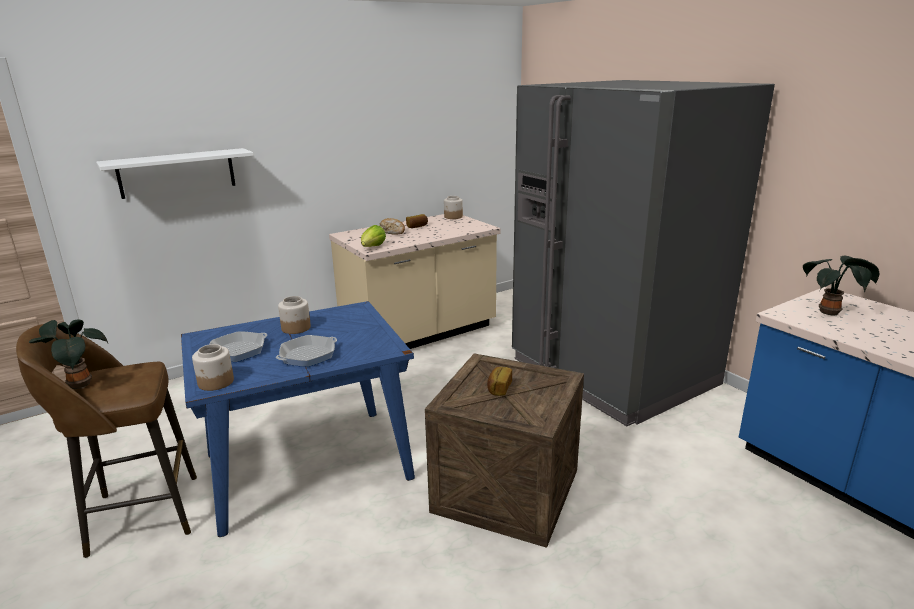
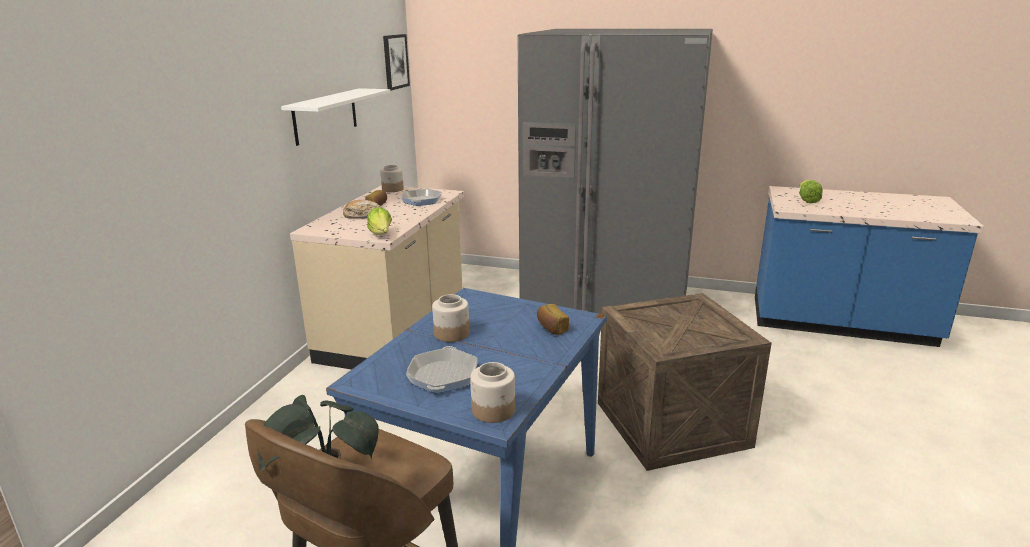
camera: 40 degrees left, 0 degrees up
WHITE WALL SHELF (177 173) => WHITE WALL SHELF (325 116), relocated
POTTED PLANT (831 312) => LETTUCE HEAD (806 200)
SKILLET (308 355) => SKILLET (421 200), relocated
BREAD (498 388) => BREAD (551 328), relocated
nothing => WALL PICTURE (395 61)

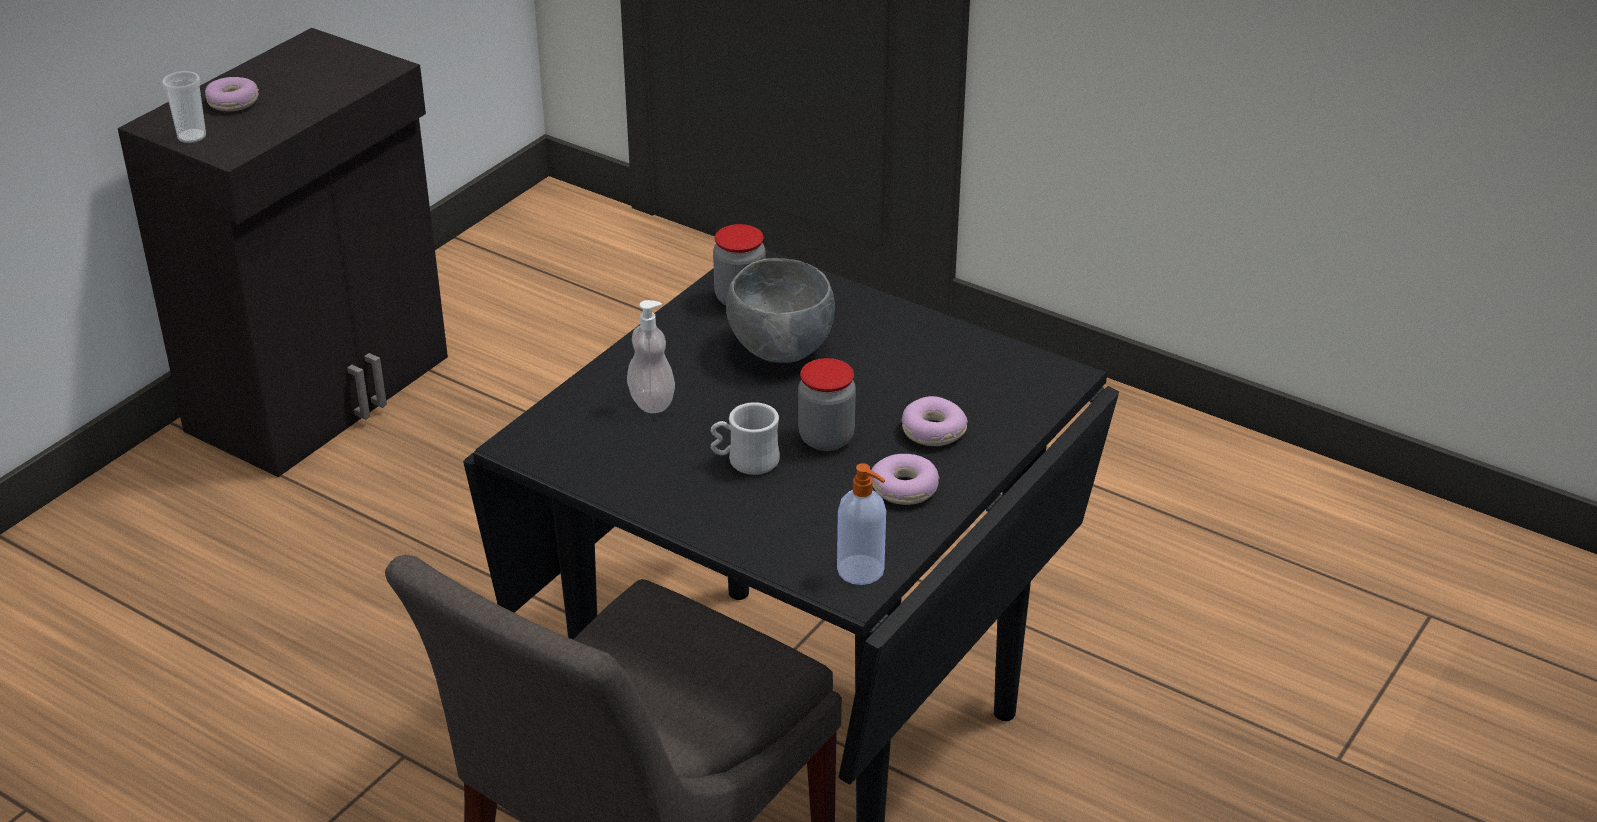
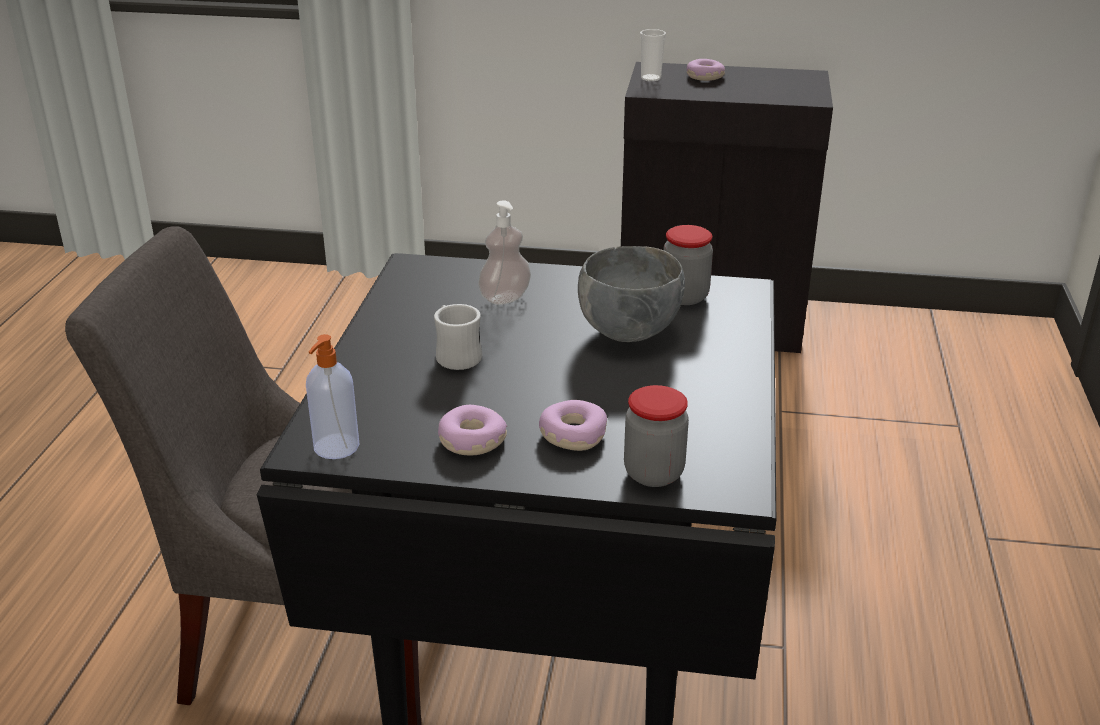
camera: 65 degrees right, 5 degrees down
JAR (826 438) => JAR (653 473), relocated

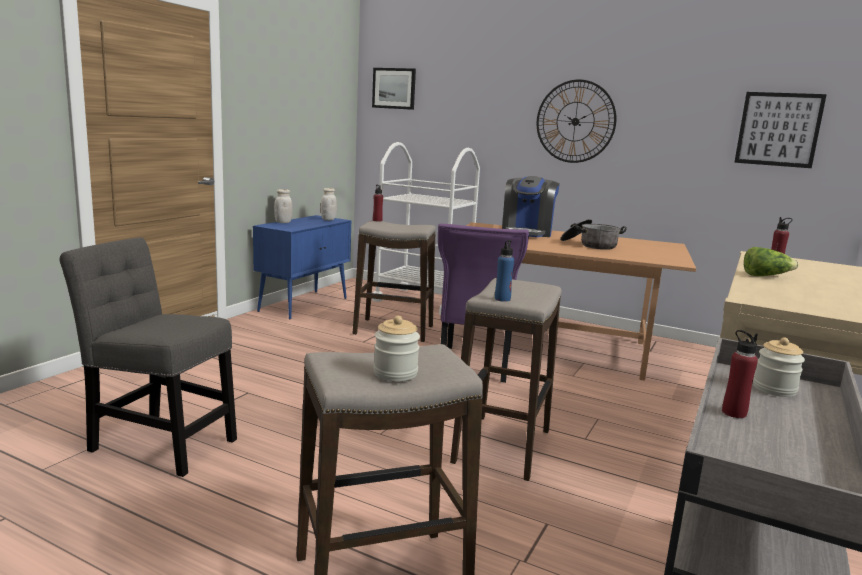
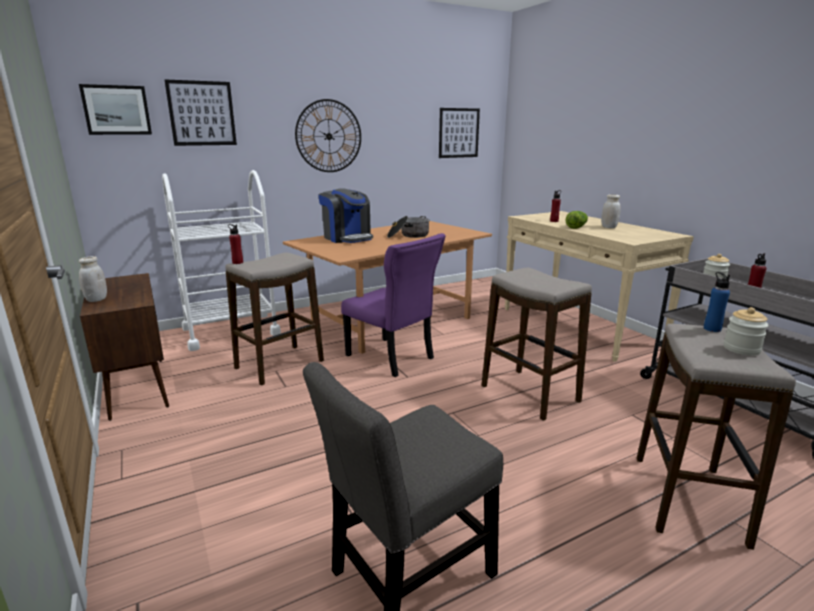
camera: 55 degrees left, 5 degrees up
WHITE JAR (328 219) => WHITE JAR (608 227), relocated
BLUE STORAGE CABINET (304 304) => BROWN-COLOURED STORAGE CABINET (138 387)
BLUE BEVERAGE BOTTLE (502 299) => BLUE BEVERAGE BOTTLE (712 329), relocated
nothing => WALL PICTURE (202 113)

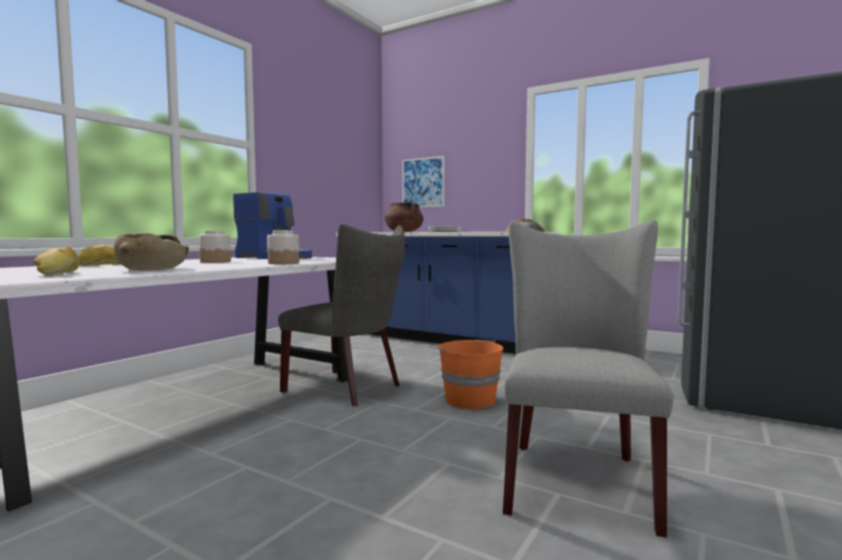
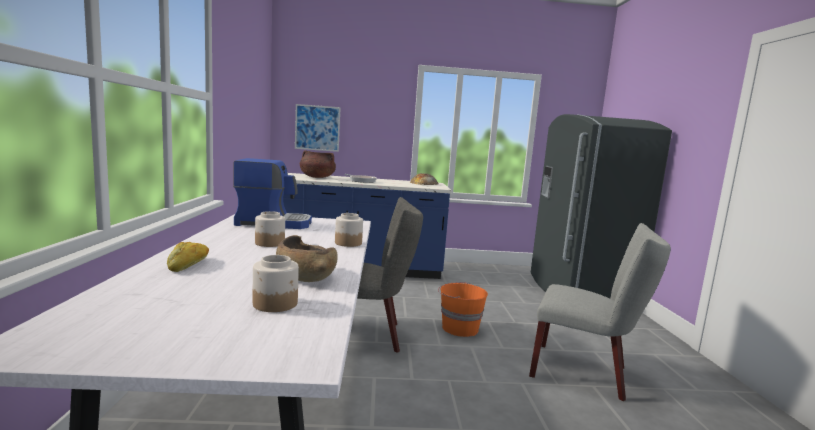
camera: 35 degrees left, 5 degrees up
GREYISH CHAIR (575 477) => GREYISH CHAIR (585 372), 135 degrees clockwise
BREAD (58 274) => JAR (276 304)

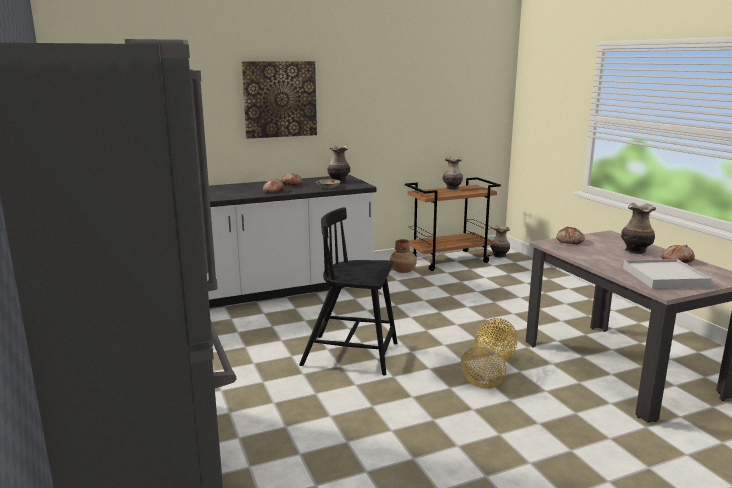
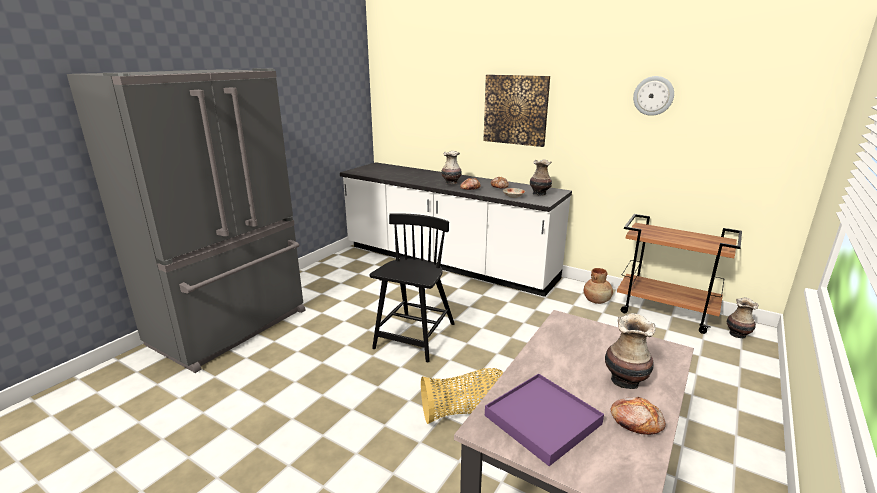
camera: 55 degrees right, 5 degrees up
FLOWER VASE (452 188) => FLOWER VASE (451 182), relocated
BLACK-COLOURED CHAIR (352 354) => BLACK-COLOURED CHAIR (414 337), 45 degrees clockwise
BREAD (570 241) => nothing
WHITE CARRYING TRAY (664 277) => PURPLE-COLOURED CARRYING TRAY (542 419)
nothing => HANGING CLOCK (653 96)

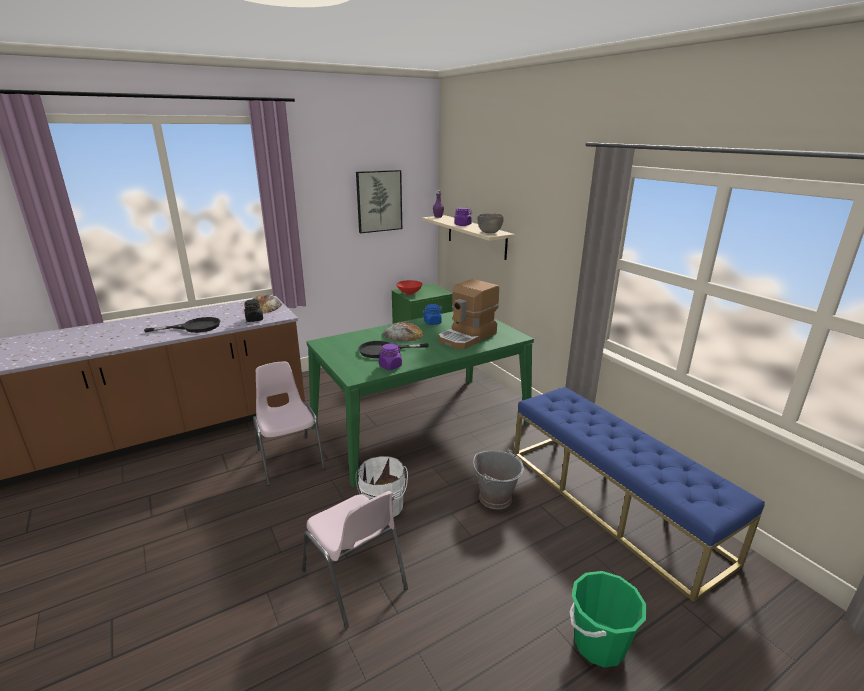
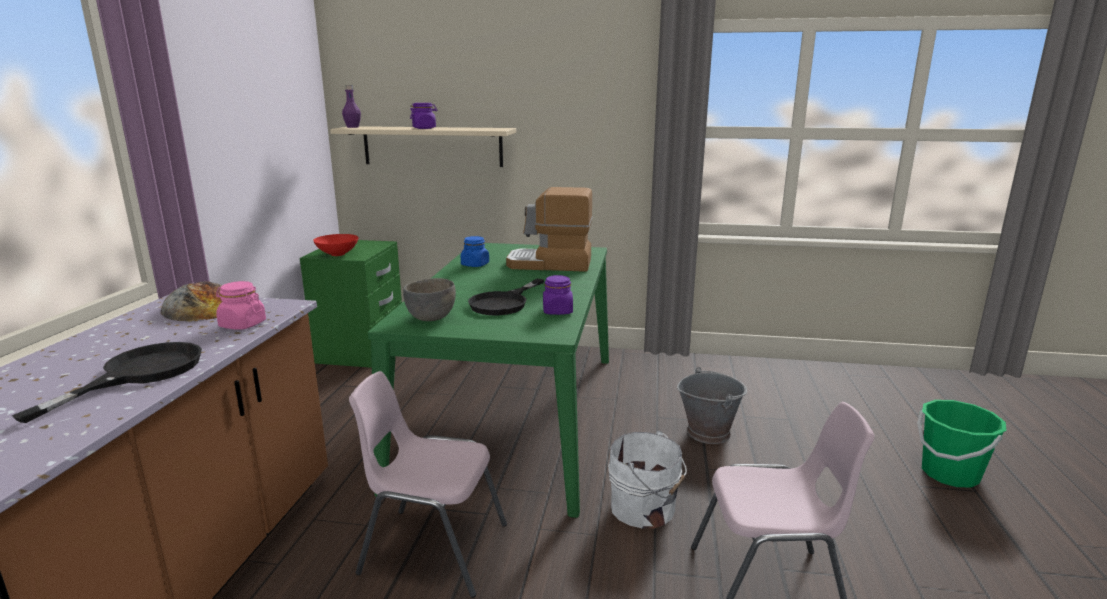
camera: 50 degrees left, 5 degrees down
WALL PICTURE (379 201) => nothing
GREYISH DEEP DISH (489 232) => GREYISH DEEP DISH (431 318), relocated
COFFEE BREWER (467 337) => COFFEE BREWER (550 264), 105 degrees clockwise
BLACK-COLOURED JAR (254 319) => PINKISH JAR (242 325)
BREAD (403 334) => nothing
BLUE LONG SEAT (612 503) => nothing

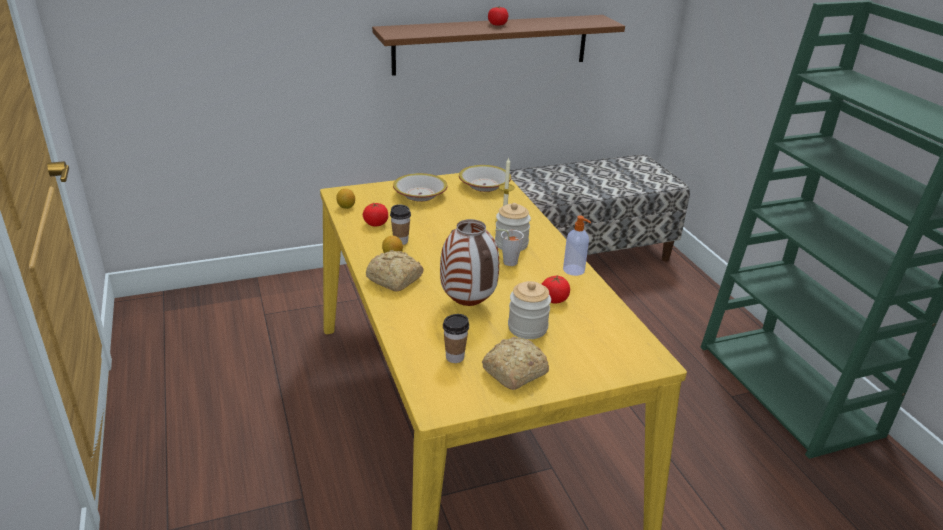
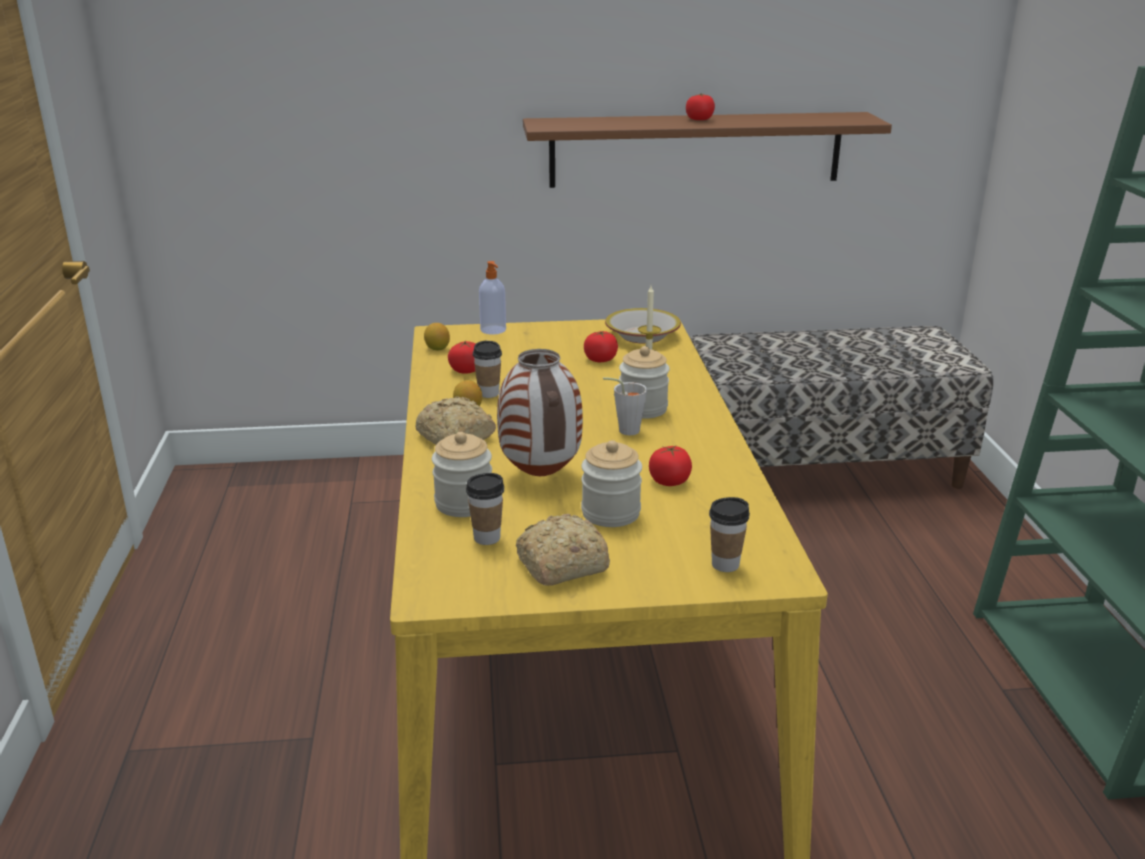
camera: 15 degrees right, 5 degrees down
DEEP DISH (420 194) => nothing
SOAP DISPENSER (574 270) => SOAP DISPENSER (493 330), relocated
nothing => TOMATO (600 359)
nothing => JAR (464 503)
nothing => DRINKING CUP (725 564)

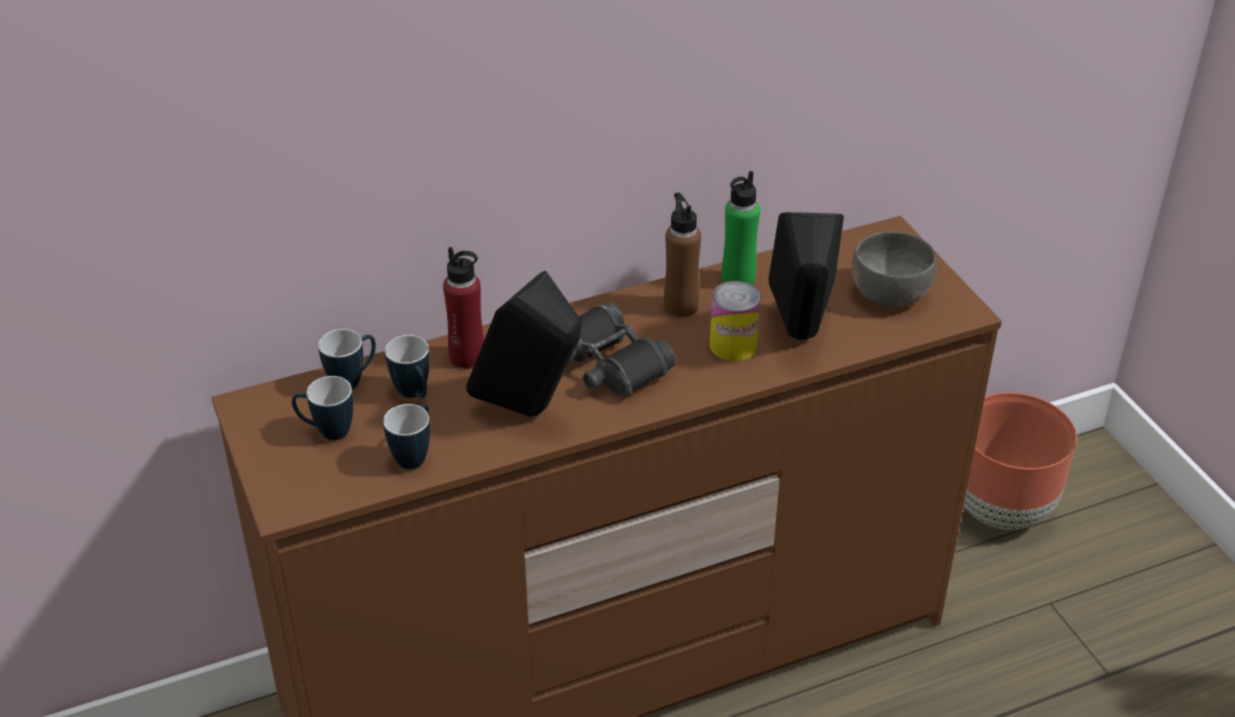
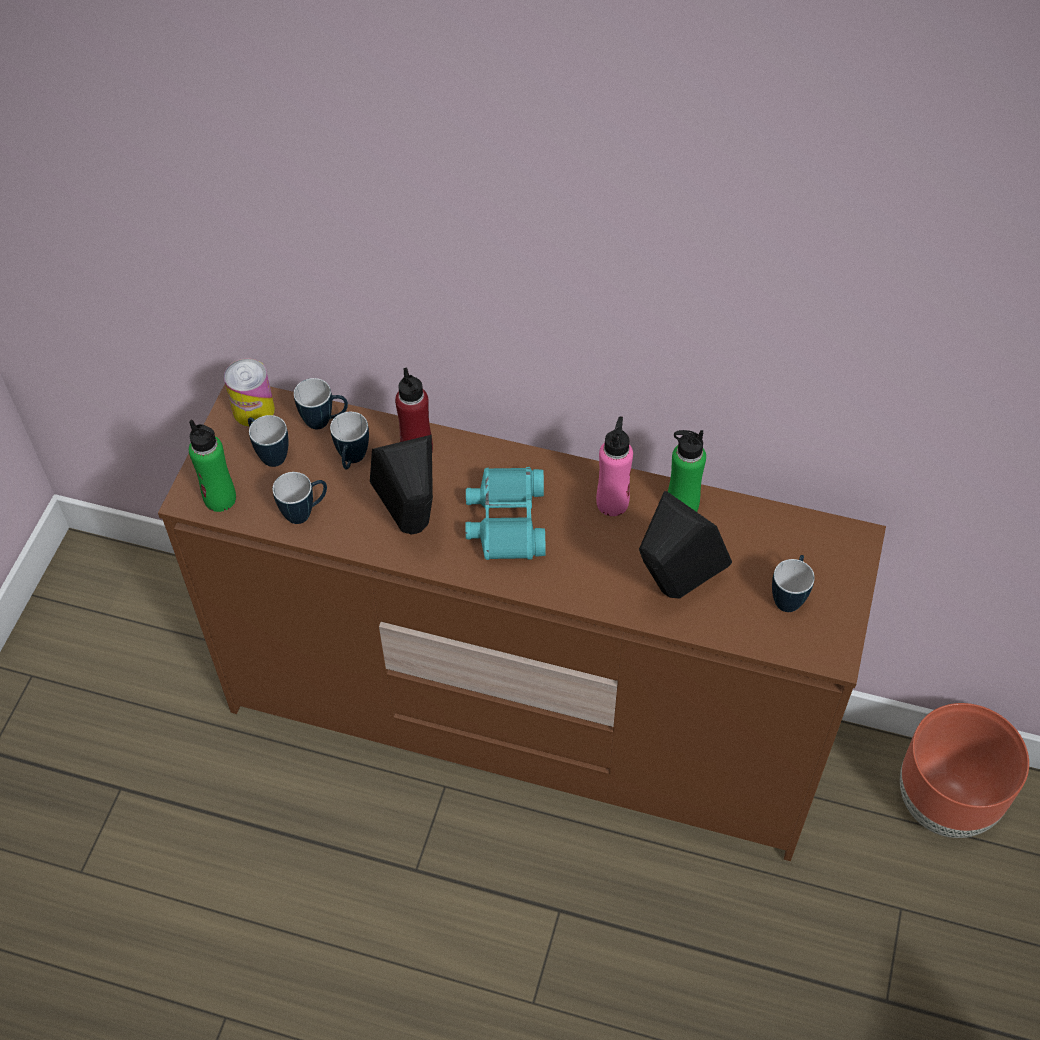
camera: 40 degrees right, 15 degrees up
BROWN-COLOURED BEVERAGE BOTTLE (681 306) => PINKISH BEVERAGE BOTTLE (612 503)
GREYISH DEEP DISH (889 293) => TEA MUG (789 596)
METAL CAN (733 345) => METAL CAN (253 410), relocated
BLACK-COLOURED FIELD GLASSES (608 364) => BLUE-GREEN FIELD GLASSES (506 521)
nothing => GREEN BEVERAGE BOTTLE (220 498)

